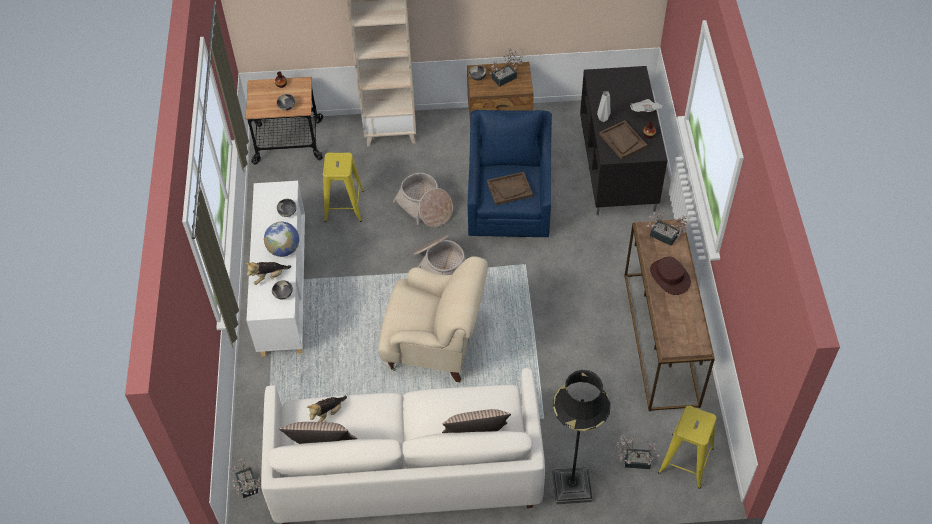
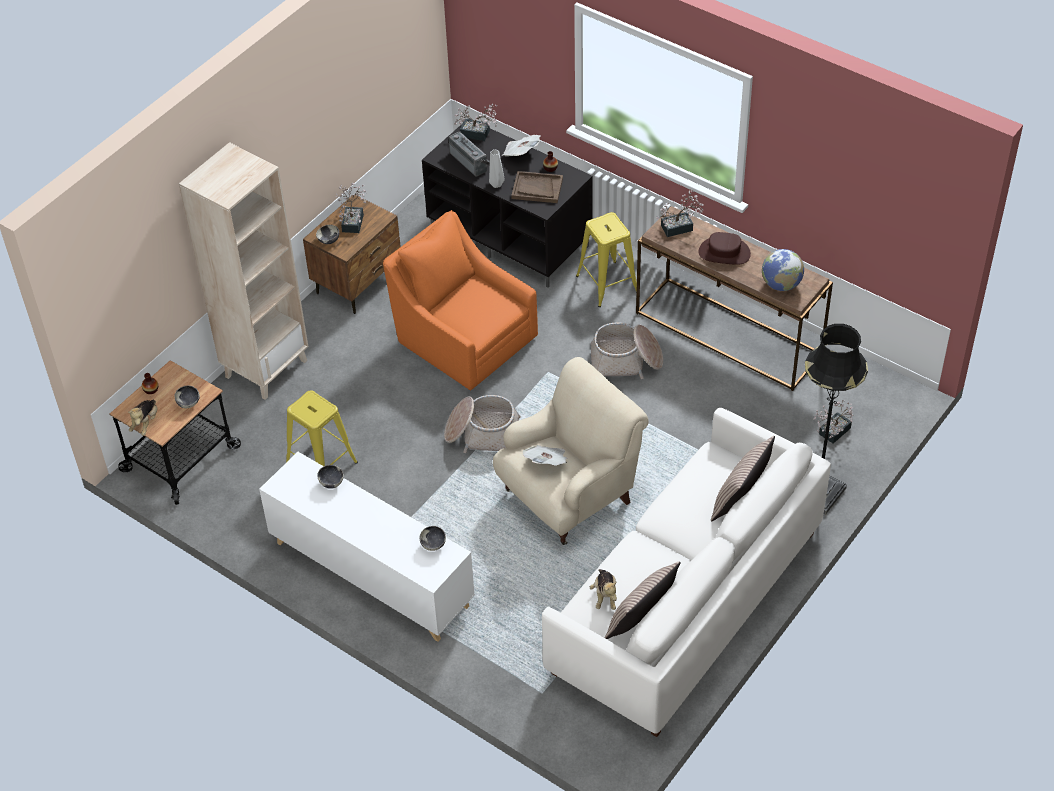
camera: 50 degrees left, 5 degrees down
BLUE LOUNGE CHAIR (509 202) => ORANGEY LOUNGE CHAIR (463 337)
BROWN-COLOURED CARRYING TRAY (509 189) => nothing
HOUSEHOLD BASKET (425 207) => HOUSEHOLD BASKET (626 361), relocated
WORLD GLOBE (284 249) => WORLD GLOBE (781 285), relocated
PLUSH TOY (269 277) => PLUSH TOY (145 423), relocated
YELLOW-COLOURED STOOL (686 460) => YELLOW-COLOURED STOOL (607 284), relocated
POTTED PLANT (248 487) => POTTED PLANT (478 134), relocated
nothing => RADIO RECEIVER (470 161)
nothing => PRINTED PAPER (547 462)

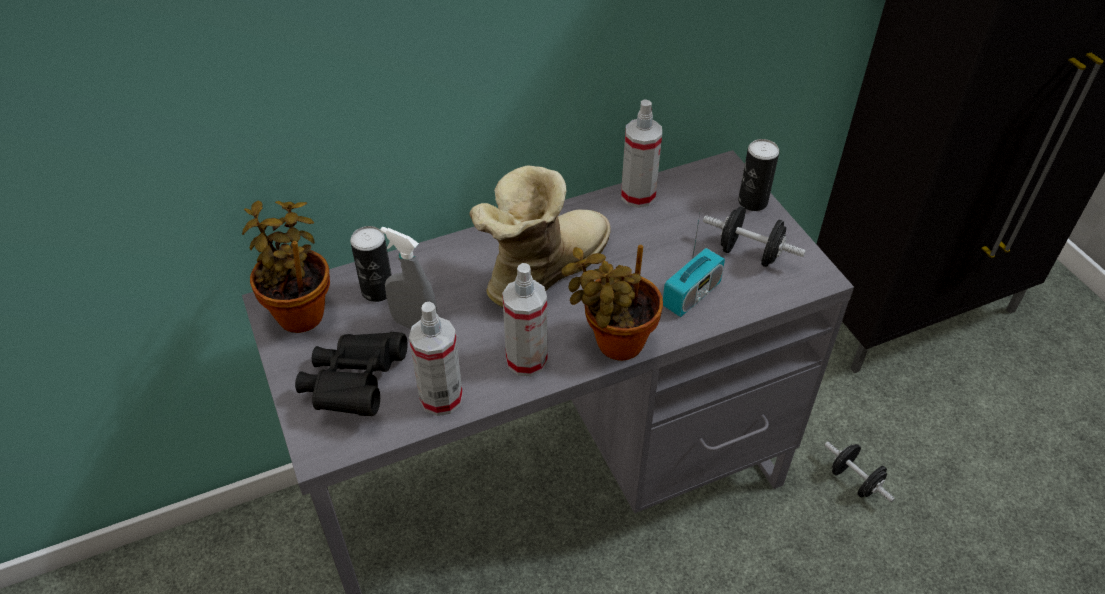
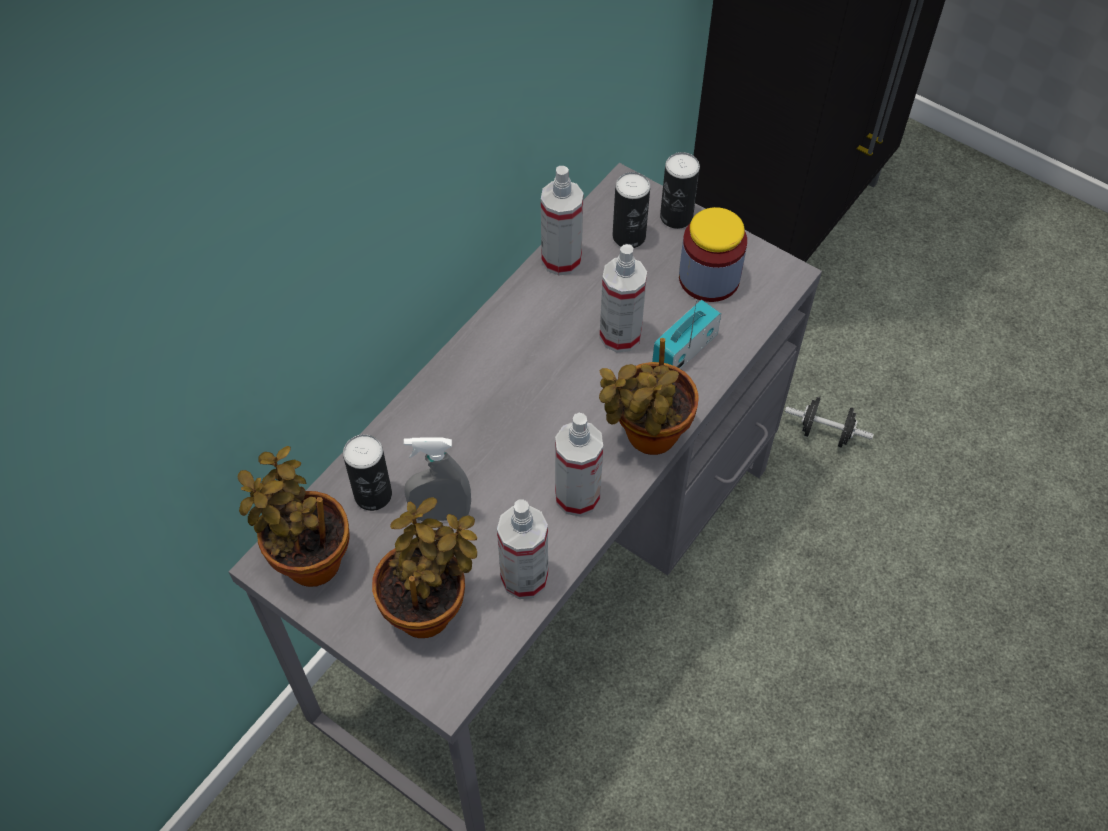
camera: 30 degrees left, 10 degrees up
BOOT (541 270) => nothing
BLACK-COLOURED FREE WEIGHT (749 253) => JAR (709 278)
RADIO RECEIVER (691 295) => RADIO RECEIVER (684 350), 150 degrees counterclockwise
BLACK-COLOURED FIELD GLASSES (355 385) => POTTED PLANT (429 608)
nothing => METAL CAN (629 236)
nothing => SPRAYER (620 335)

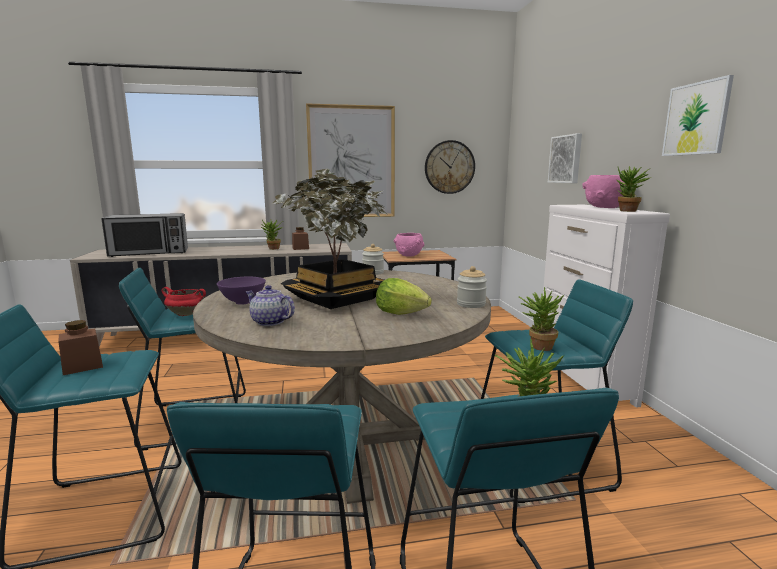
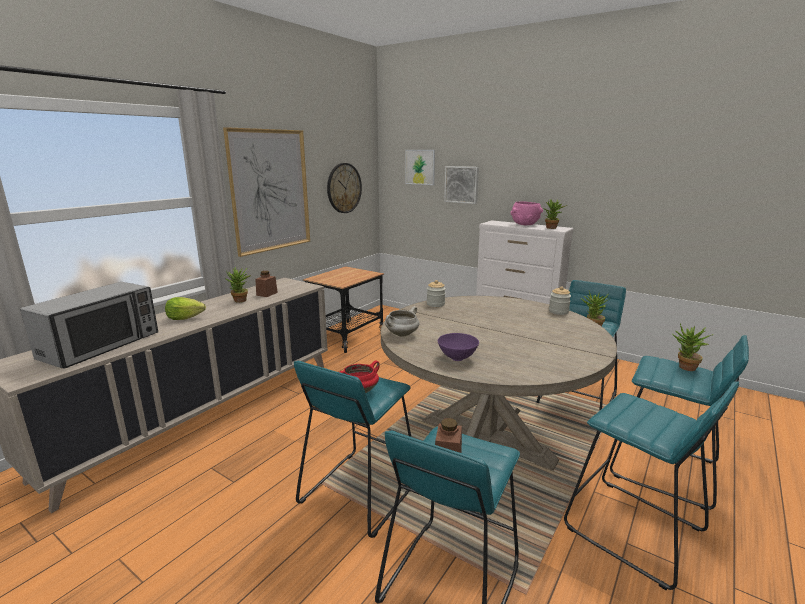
camera: 45 degrees left, 5 degrees up
WALL PICTURE (696 119) => WALL PICTURE (420 167), relocated
POTTED PLANT (336 298) => nothing
PINKISH DEEP DISH (409 255) => nothing
LETTUCE HEAD (400 313) => LETTUCE HEAD (184 318), relocated
TEAPOT (269 322) => nothing
nothing => WHITE STOCKPOT (402 335)

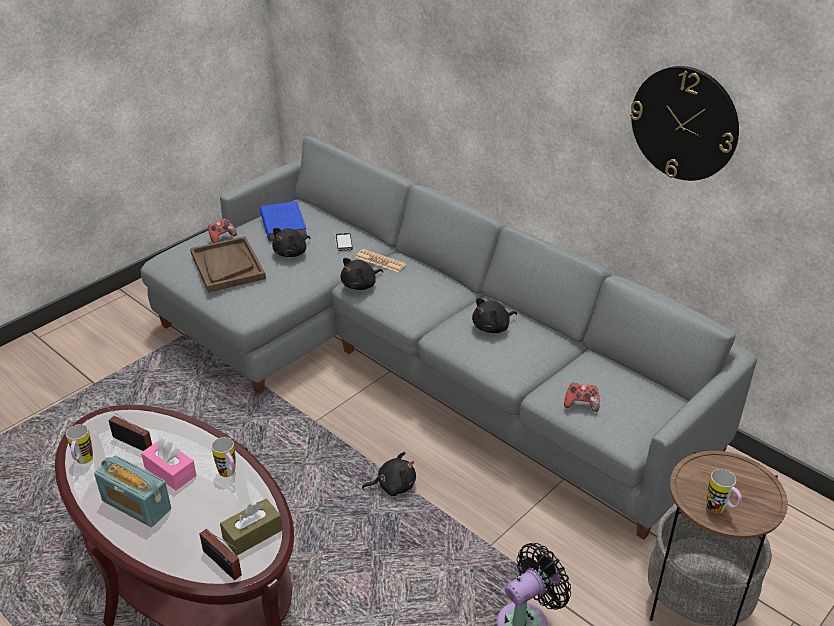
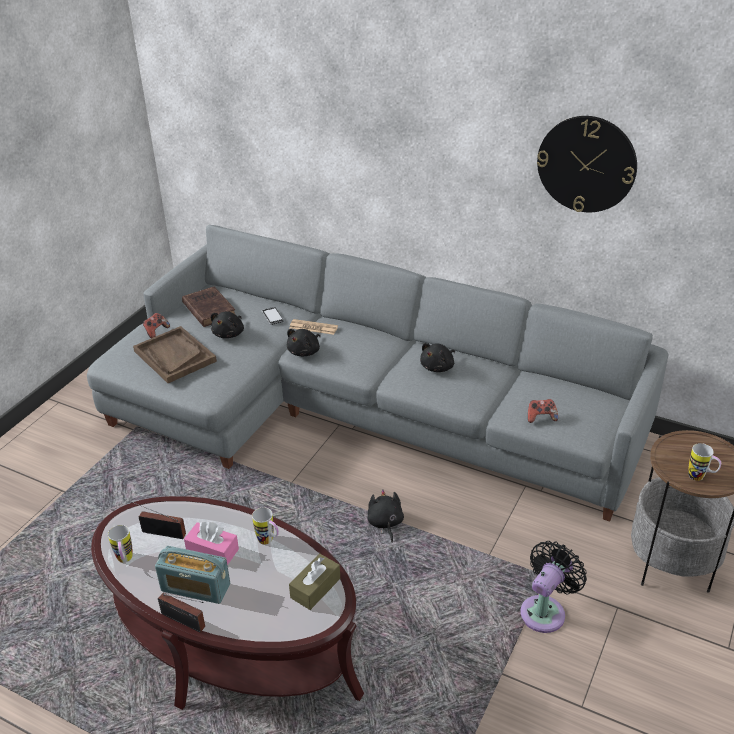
camera: 15 degrees left, 0 degrees up
BLUE VOLUME (283 224) => BROWN-COLOURED VOLUME (208 309)
BLACK-COLOURED PLUSH TOY (393 485) => BLACK-COLOURED PLUSH TOY (385 523), 75 degrees counterclockwise
RADIO RECEIVER (223 565) => RADIO RECEIVER (185 622), relocated

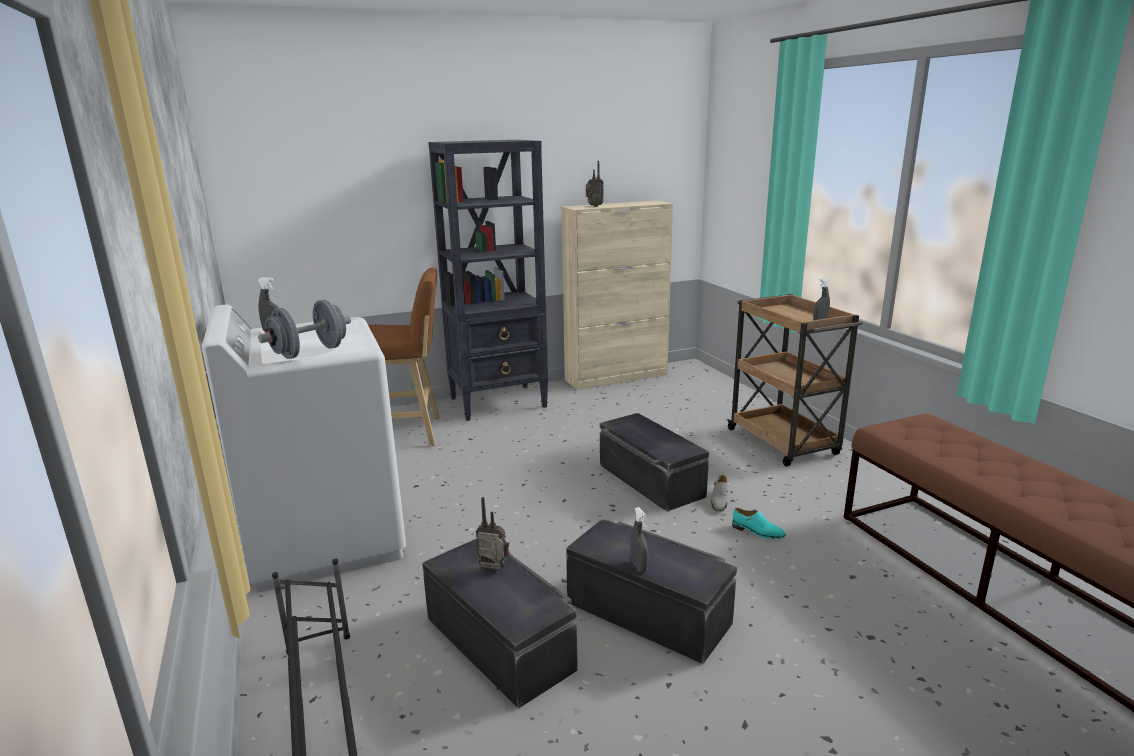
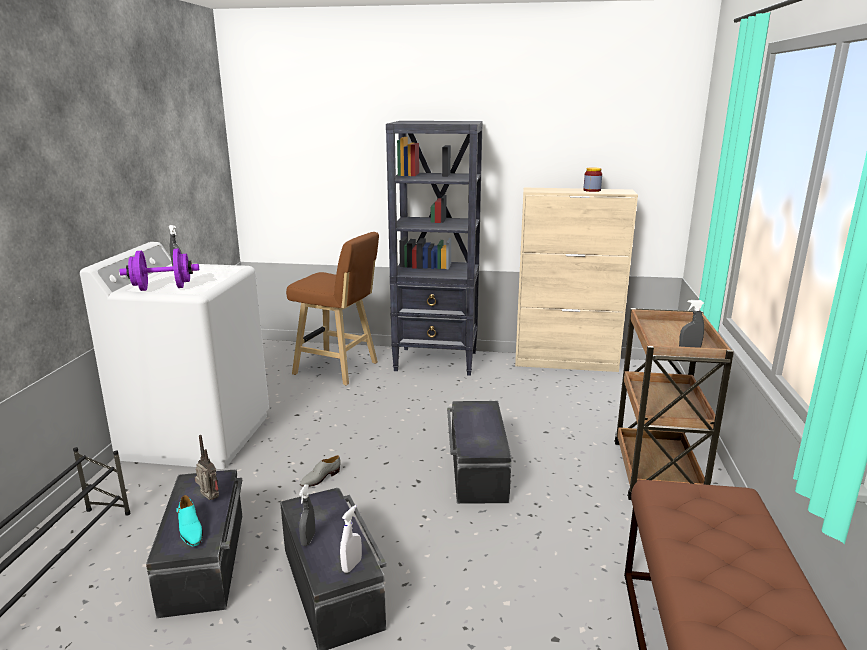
camera: 30 degrees right, 0 degrees up
RADIO RECEIVER (594 206) => nothing
GREYISH FREE WEIGHT (310 352) => PURPLE-COLOURED FREE WEIGHT (163 288)
GREYISH SHOE (719 501) => GREYISH SHOE (320 478), relocated
BLUE-GREEN SHOE (758 532) => BLUE-GREEN SHOE (190 530), relocated
nothing => JAR (592 190)
nothing => WHITE SPRAYER (351 565)

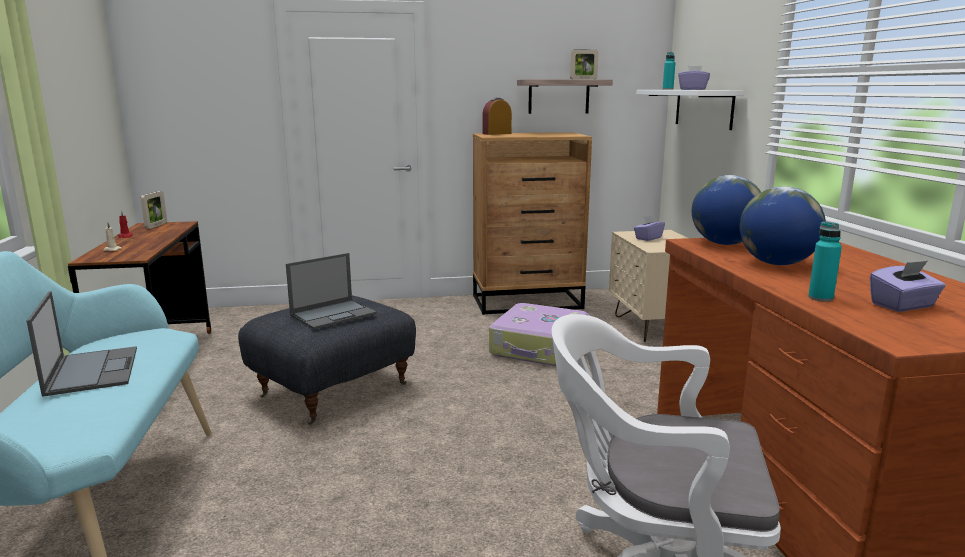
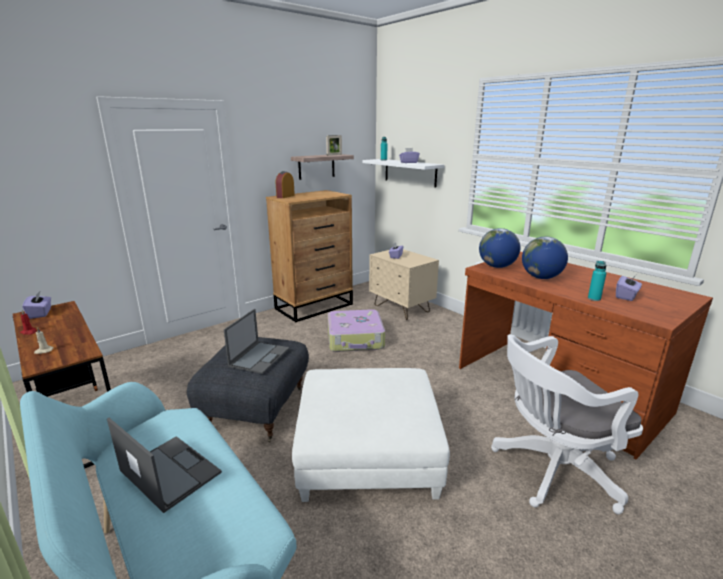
camera: 30 degrees left, 5 degrees up
PICTURE FRAME (156 225) => PURPLE-COLOURED TISSUE HOLDER (40 313)
nothing => WHITE FOOTREST (367 452)

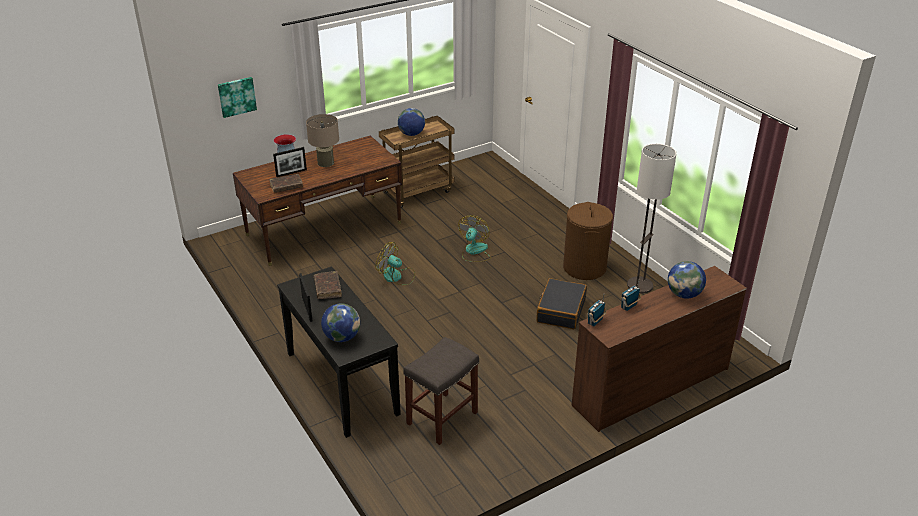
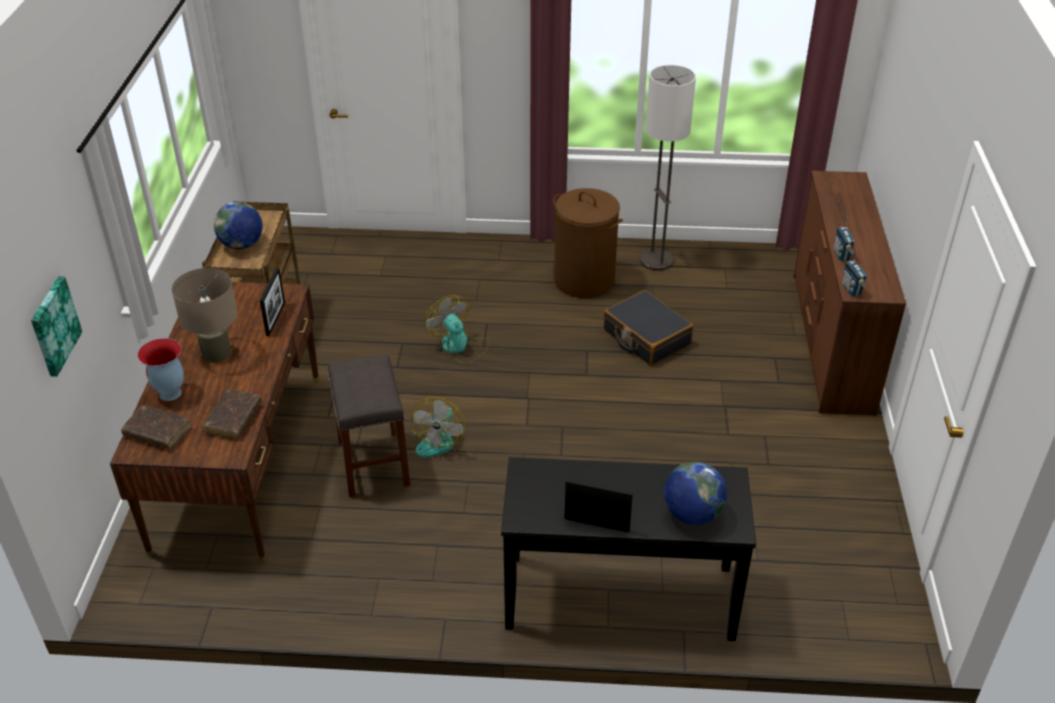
camera: 55 degrees left, 5 degrees up
PICTURE FRAME (291 173) => PICTURE FRAME (275 319), relocated
FAN (396 277) => FAN (438 440), 45 degrees counterclockwise
WORLD GLOBE (684 294) => nothing
BROWN-COLOURED VOLUME (327 288) => BROWN-COLOURED VOLUME (157 432), relocated
GREYISH STOOL (442 419) => GREYISH STOOL (374 464), relocated

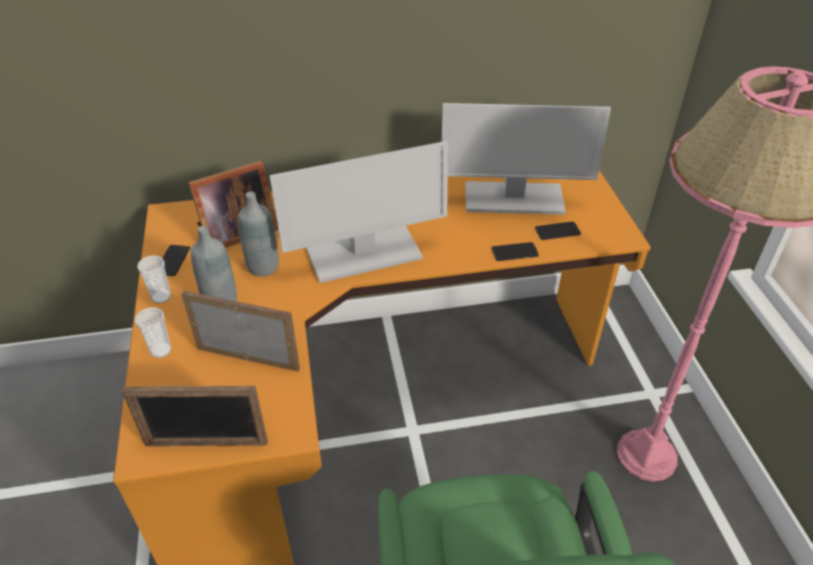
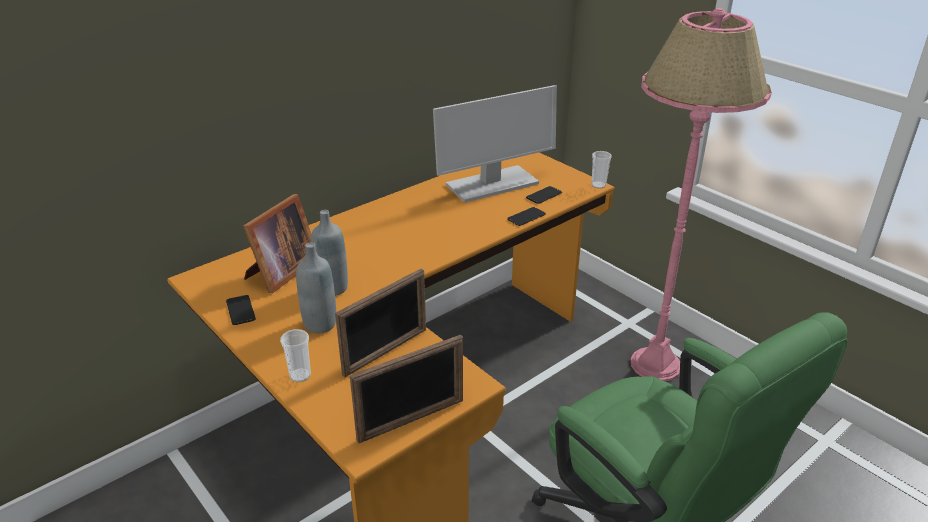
camera: 30 degrees left, 10 degrees down
MONITOR (363 255) => nothing
DRINKING CUP (161 297) => DRINKING CUP (598 185), relocated
PICTURE FRAME (248 357) => PICTURE FRAME (386 352), 150 degrees clockwise

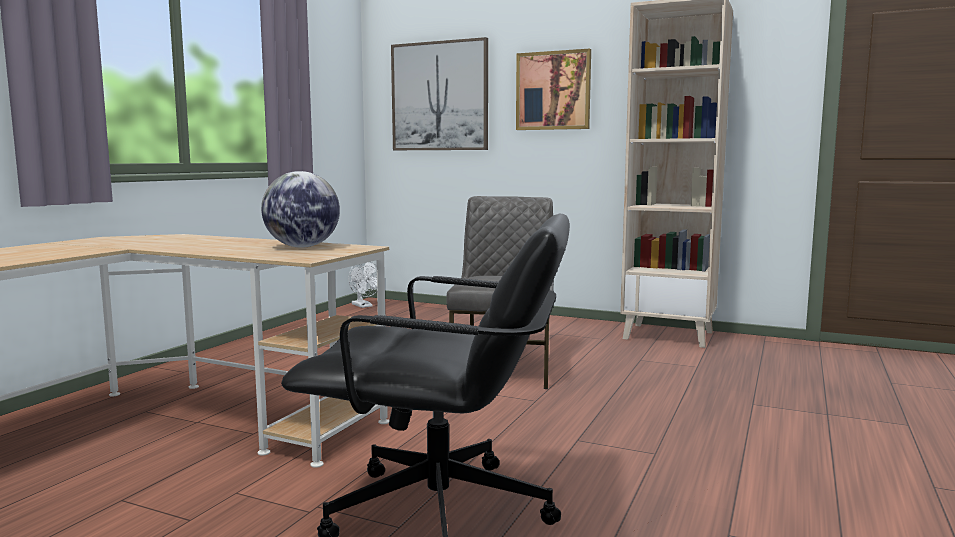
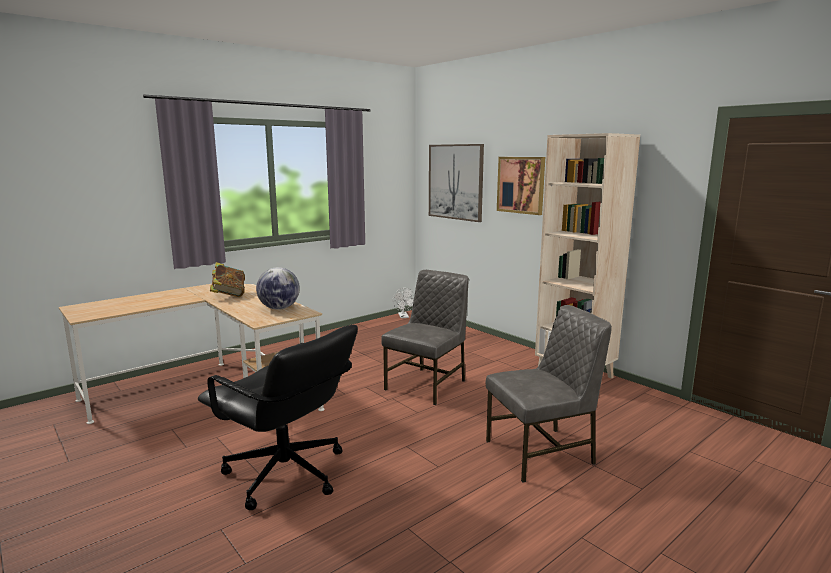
camera: 25 degrees right, 5 degrees up
nothing => VOLUME (228 295)
nothing => GREYISH CHAIR (541 453)

